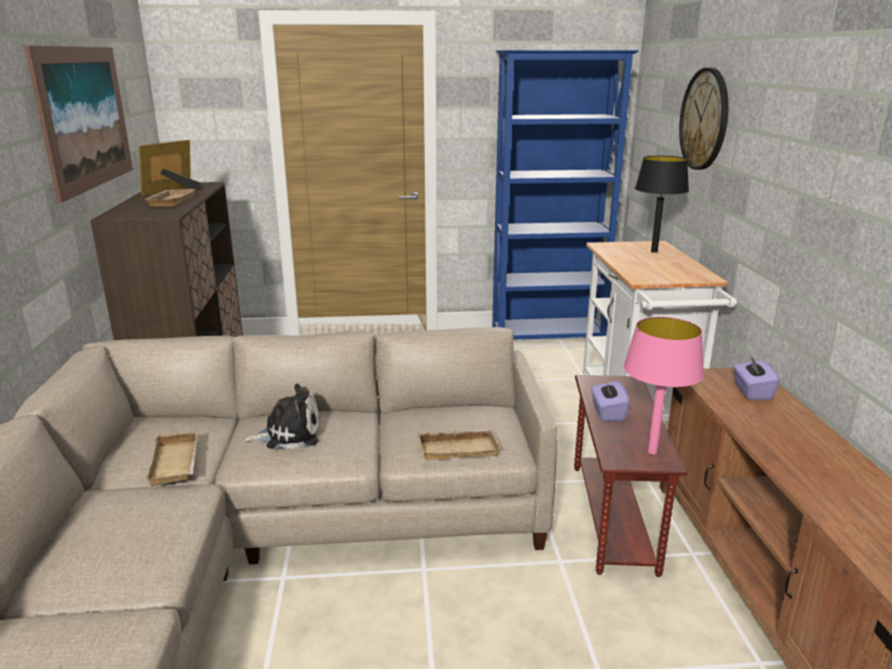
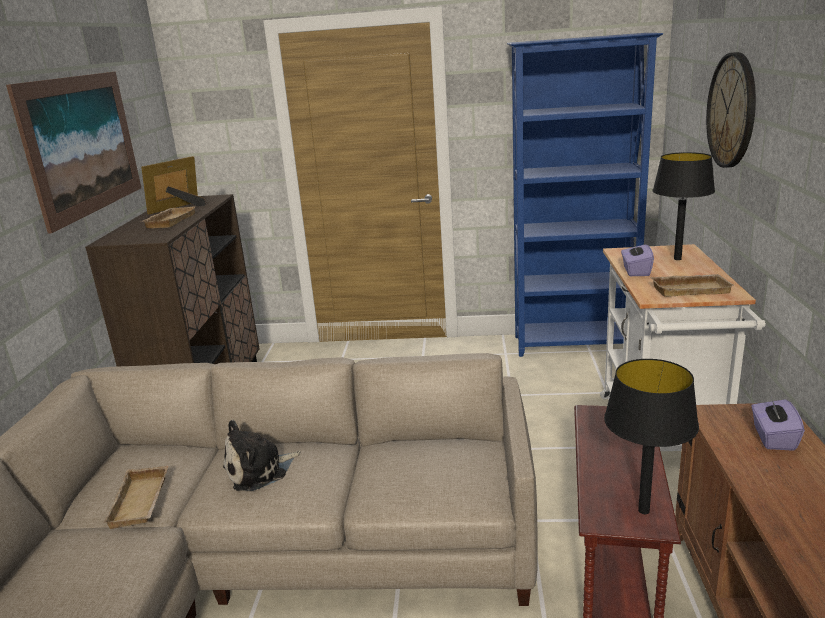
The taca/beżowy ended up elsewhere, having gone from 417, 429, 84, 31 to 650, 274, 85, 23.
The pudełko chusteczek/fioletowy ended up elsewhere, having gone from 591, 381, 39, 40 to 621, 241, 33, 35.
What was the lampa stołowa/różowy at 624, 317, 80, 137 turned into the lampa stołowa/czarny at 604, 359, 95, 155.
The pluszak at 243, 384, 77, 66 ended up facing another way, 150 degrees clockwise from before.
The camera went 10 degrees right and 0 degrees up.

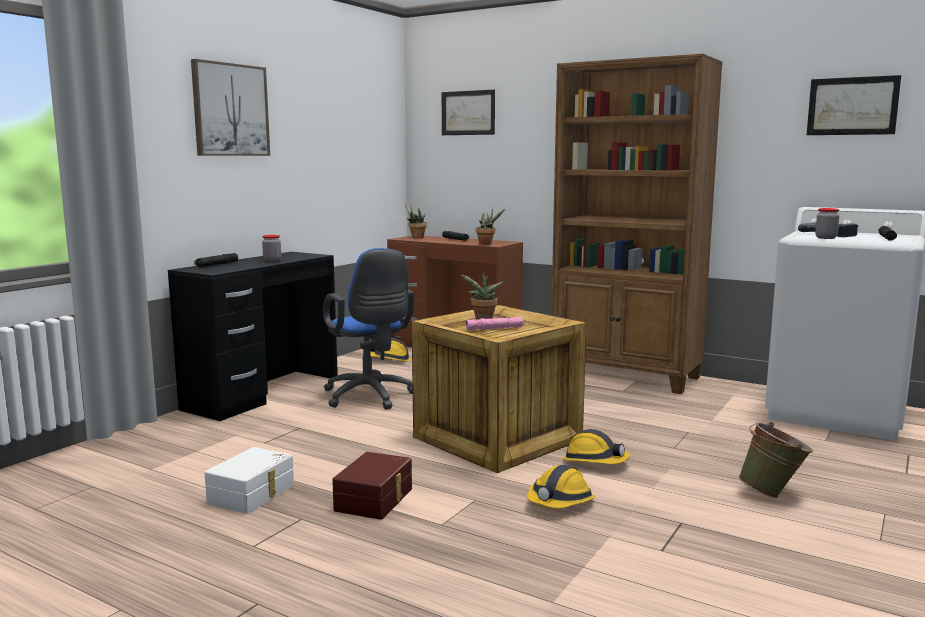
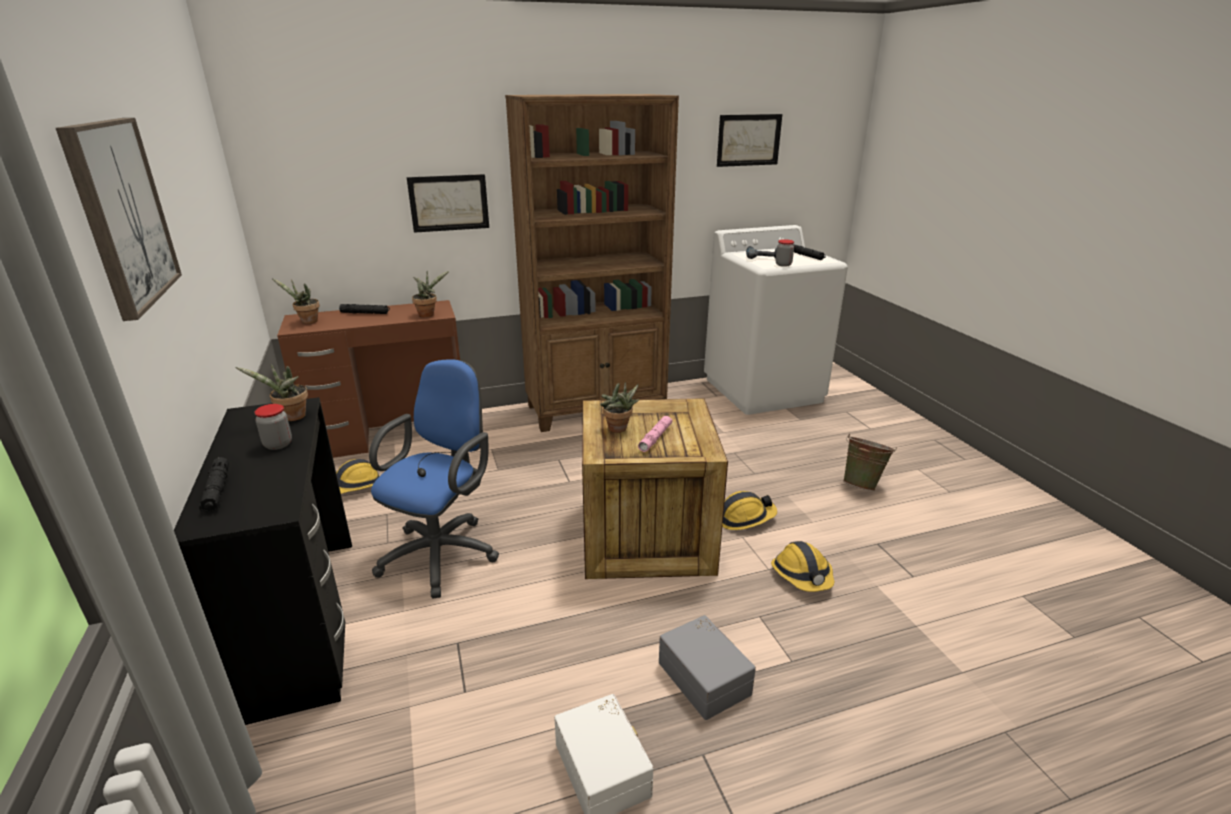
The second view gained the roślina doniczkowa at 235, 364, 73, 57.
The obraz ended up elsewhere, having gone from 442, 90, 53, 45 to 407, 174, 82, 59.
What was the pojemnik do przechowywania/brązowy at 332, 452, 80, 68 turned into the pojemnik do przechowywania/szary at 659, 615, 97, 105.
The krzesło biurowe/niebieski at 323, 248, 91, 162 ended up facing another way, 75 degrees counterclockwise from before.
The camera went 50 degrees left and 15 degrees up.

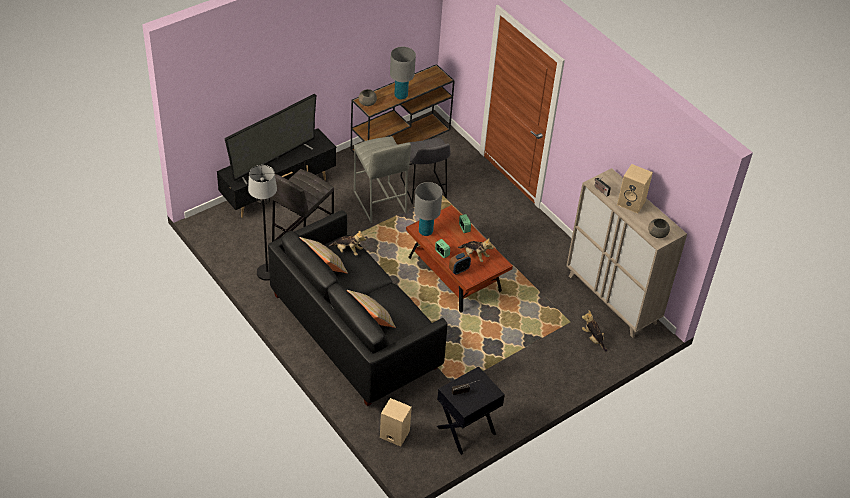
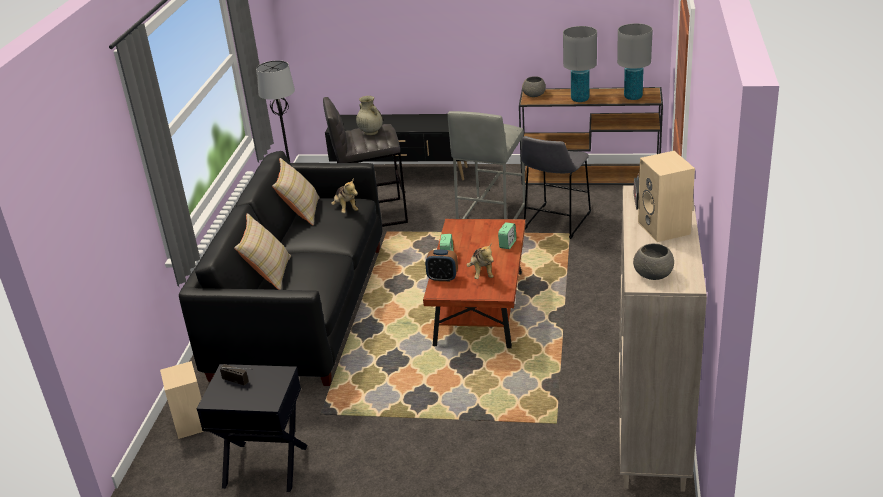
The second view lost the telewizor at 225, 94, 91, 91.
The second view lost the pluszak at 582, 310, 25, 42.
The second view gained the wazon/beżowy at 356, 96, 27, 39.
The lampa stołowa/szary ended up elsewhere, having gone from 414, 182, 28, 54 to 617, 23, 36, 77.
The camera went 50 degrees right and 15 degrees down.

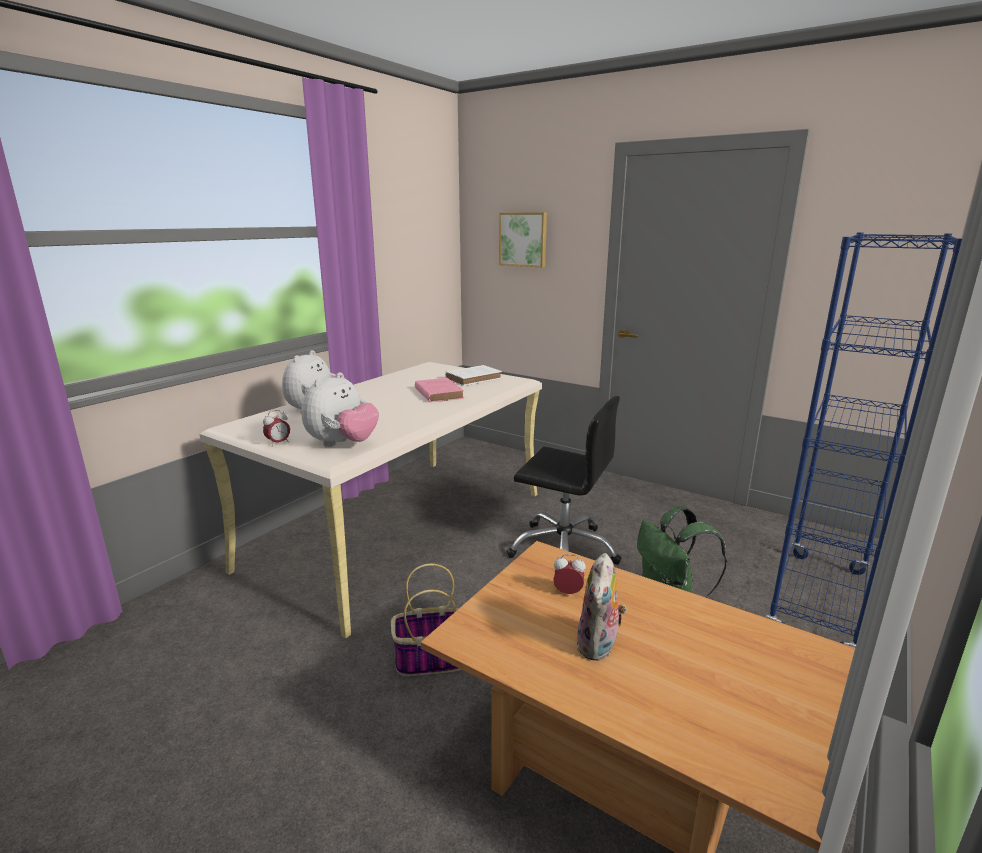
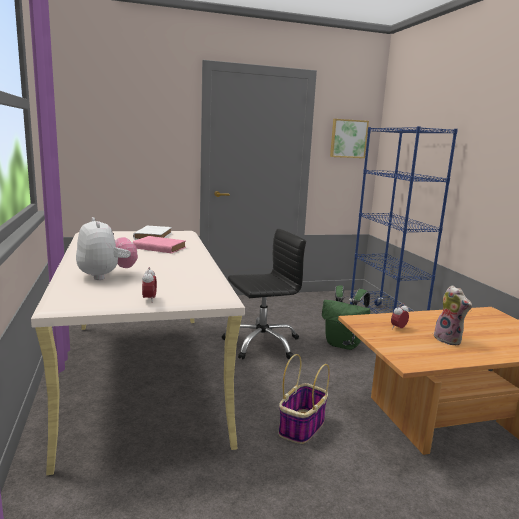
The second view lost the pluszak at 301, 372, 78, 75.
The obraz ended up elsewhere, having gone from 499, 212, 48, 55 to 330, 119, 39, 39.
The camera went 50 degrees left and 5 degrees down.

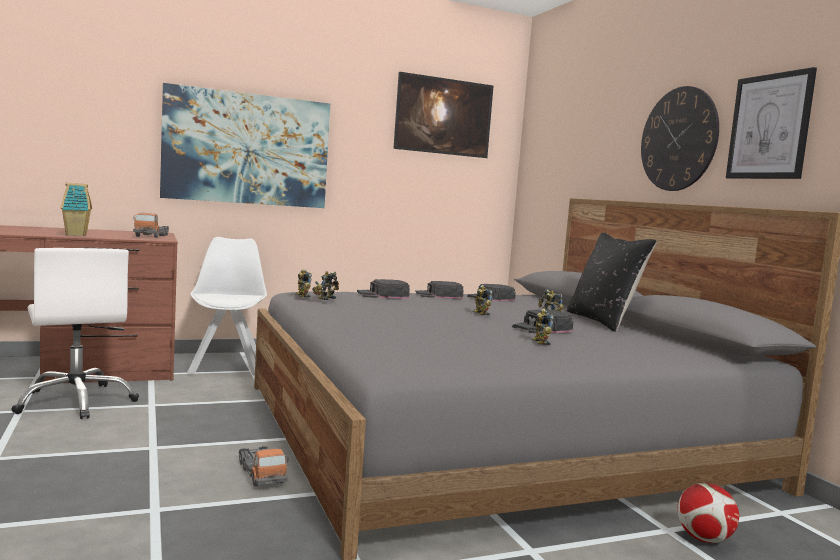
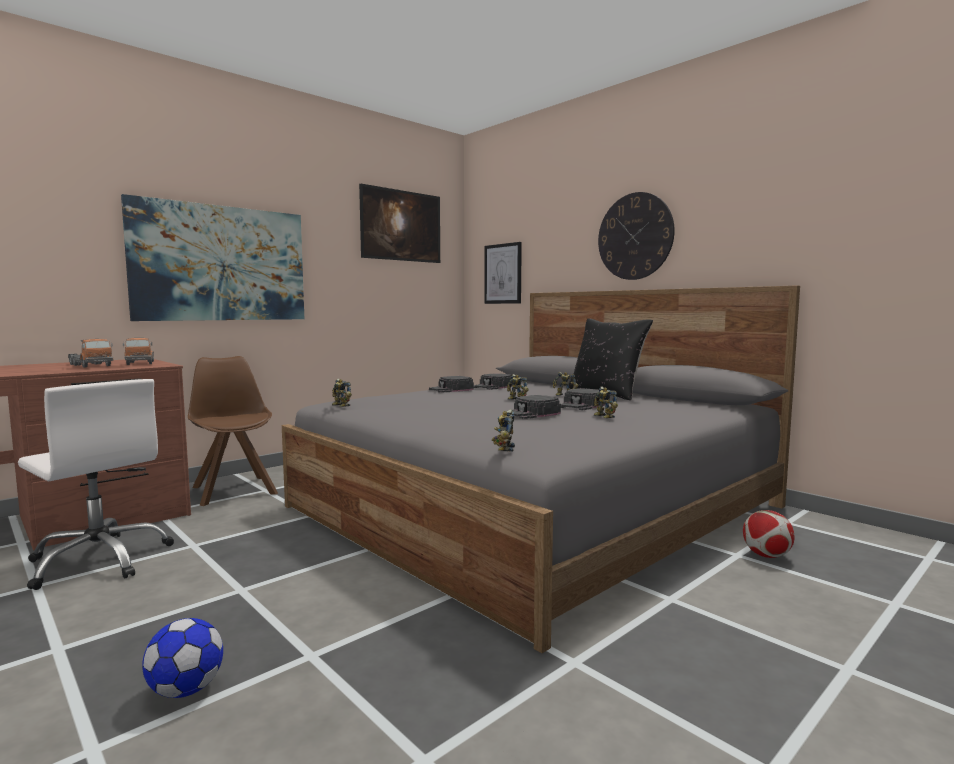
The second view lost the domek at 61, 183, 31, 53.
The second view gained the piłka futbolowa at 142, 618, 81, 80.
The ciężarówka zabawkowa ended up elsewhere, having gone from 239, 446, 50, 40 to 68, 339, 45, 29.
The robot zabawkowy ended up elsewhere, having gone from 312, 271, 27, 29 to 492, 409, 23, 43.
The czapka z daszkiem/czarny ended up elsewhere, having gone from 357, 279, 53, 20 to 512, 395, 49, 24.
The obraz ended up elsewhere, having gone from 726, 67, 91, 112 to 484, 242, 38, 62.
What was the krzesło/biały at 187, 237, 80, 139 turned into the krzesło/brązowy at 188, 356, 90, 150.
The camera went 20 degrees left and 0 degrees up.

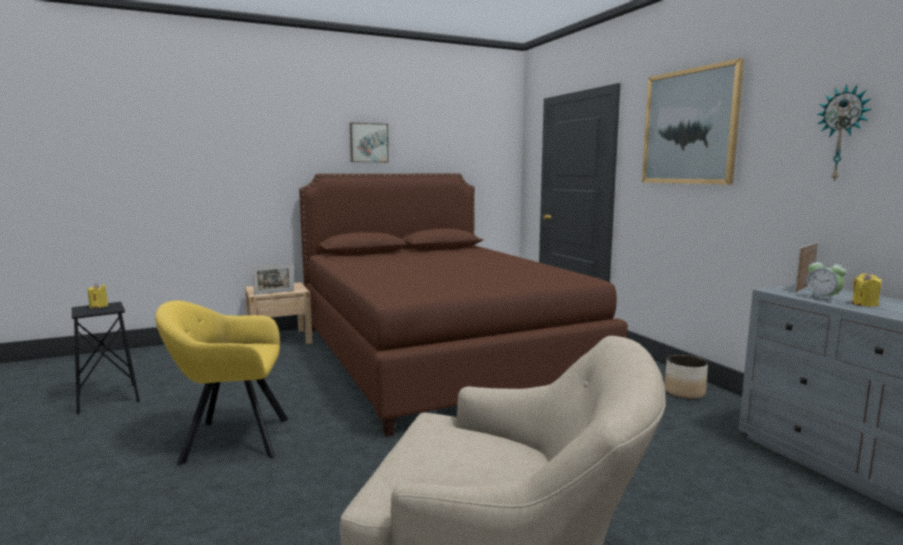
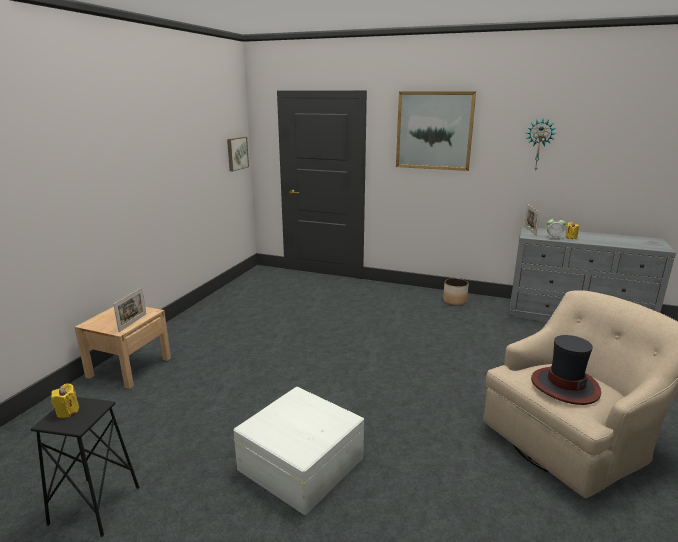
The second view lost the łóżko/brązowy at 299, 174, 329, 263.
The second view gained the kapelusz at 531, 335, 70, 70.
The obraz ended up elsewhere, having gone from 350, 123, 39, 39 to 227, 137, 22, 34.
Where the fotel/żółty stood at 155, 300, 133, 166, the pojemnik do przechowywania/biały came to stand at 234, 387, 130, 128.
The camera went 45 degrees left and 10 degrees up.

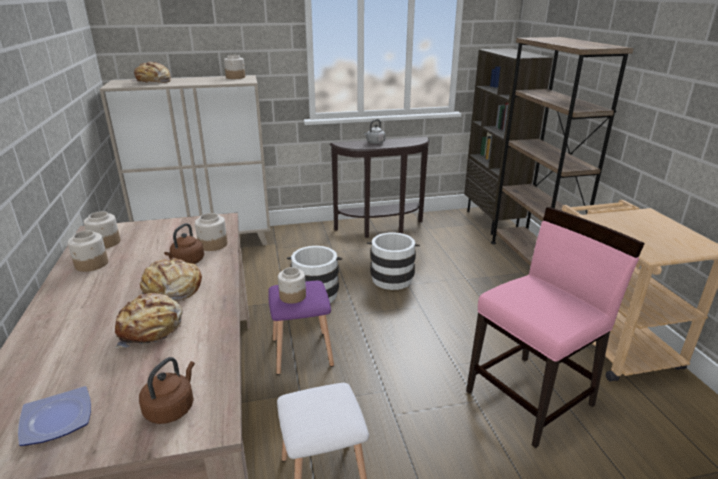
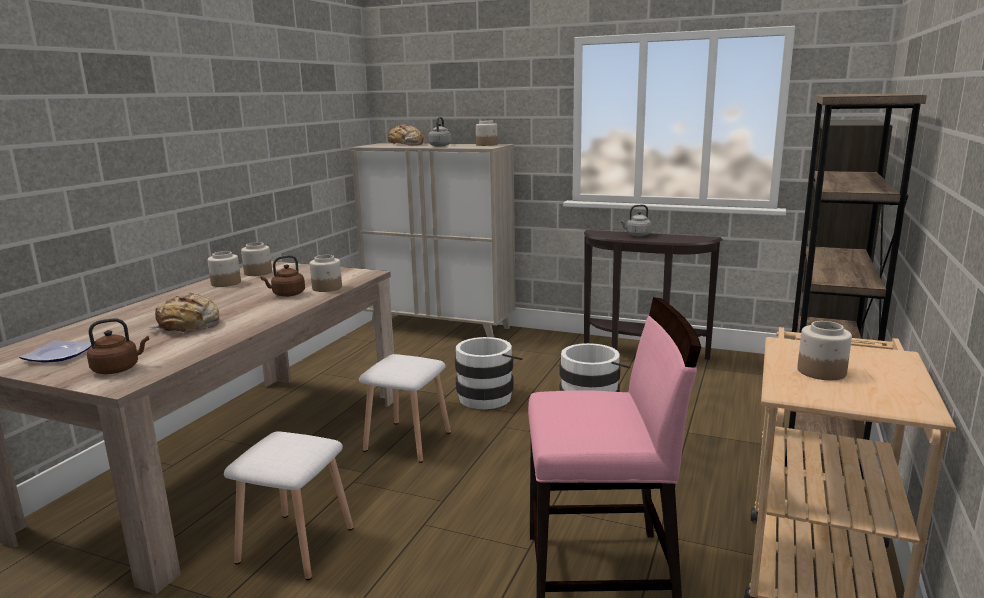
The second view lost the chleb at 140, 258, 62, 43.
The second view gained the czajnik/szary at 428, 117, 23, 29.
The słoik ended up elsewhere, having gone from 278, 267, 28, 37 to 797, 321, 55, 59.
What was the stołek/fioletowy at 268, 281, 66, 94 turned into the stołek/biały at 359, 354, 92, 109.
The camera went 35 degrees right and 10 degrees down.

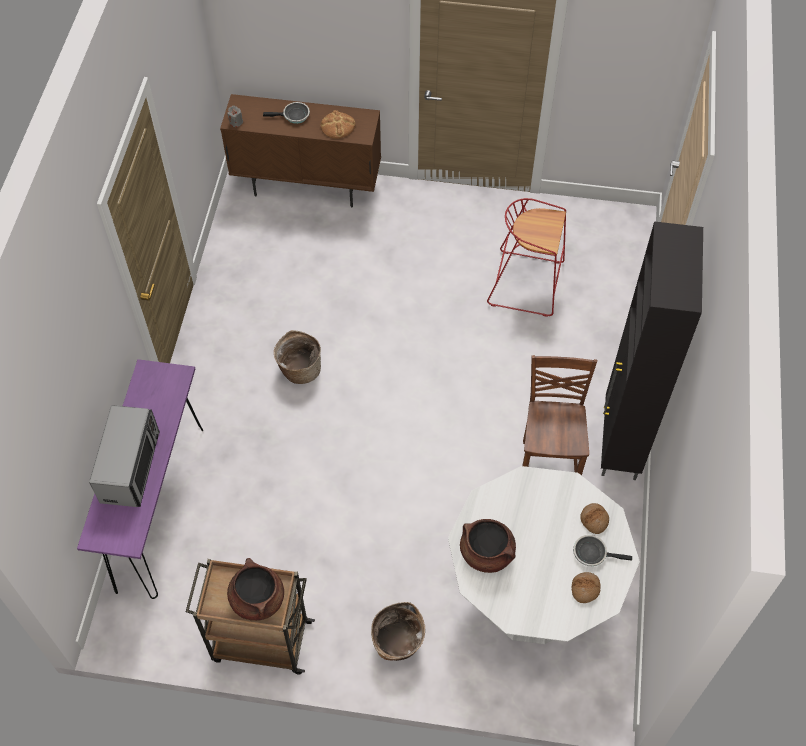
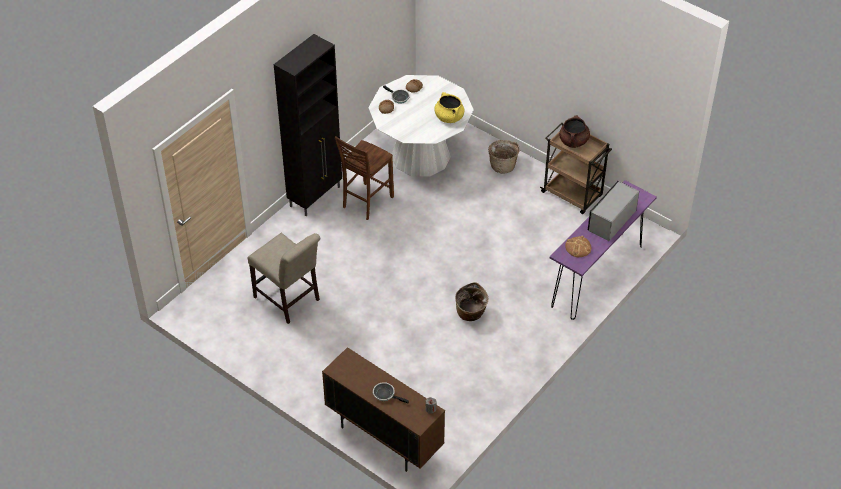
The chleb ended up elsewhere, having gone from 321, 110, 34, 29 to 565, 236, 26, 21.
Where the stołek/czerwony stood at 487, 198, 79, 119, the krzesło/beżowy came to stand at 248, 232, 72, 92.
What was the garnek/brązowy at 460, 519, 56, 54 turned into the garnek/żółty at 434, 92, 31, 31.
The camera went 150 degrees left and 10 degrees down.

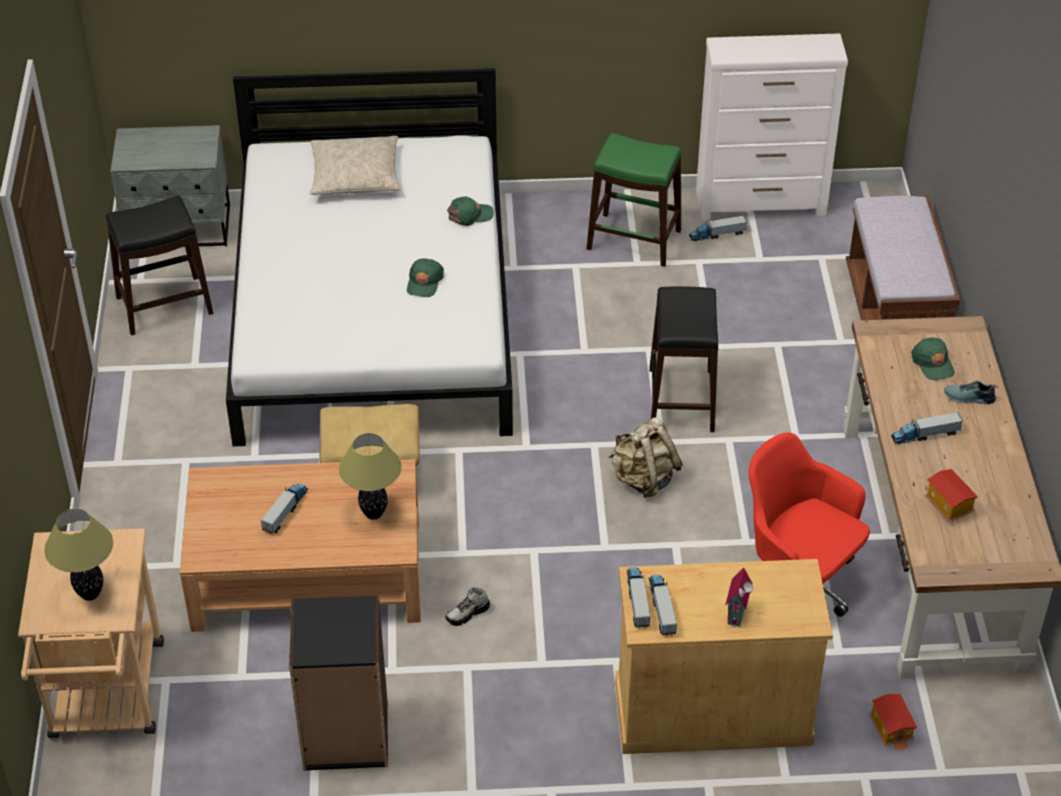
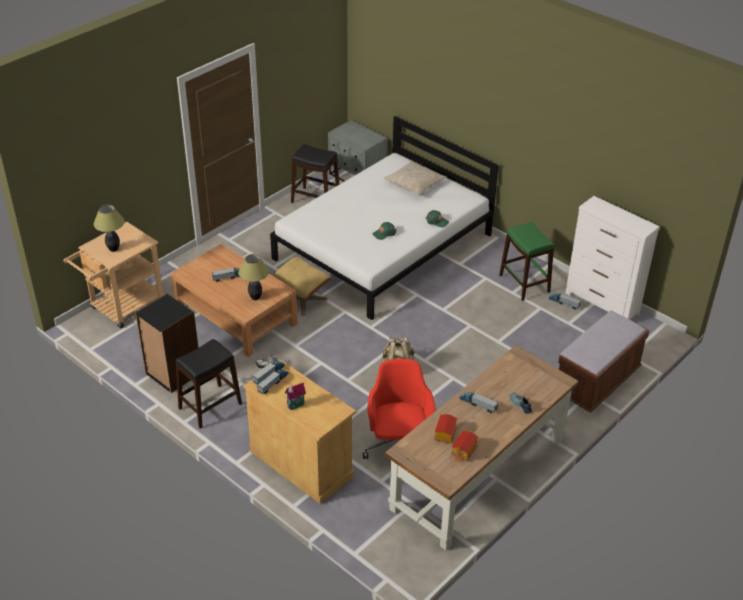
The second view lost the czapka z daszkiem/zielony at 911, 338, 44, 42.
The stołek/czarny ended up elsewhere, having gone from 649, 286, 69, 146 to 175, 339, 67, 90.
The domek ended up elsewhere, having gone from 869, 693, 48, 58 to 451, 431, 27, 32.
The camera went 45 degrees right and 5 degrees down.

